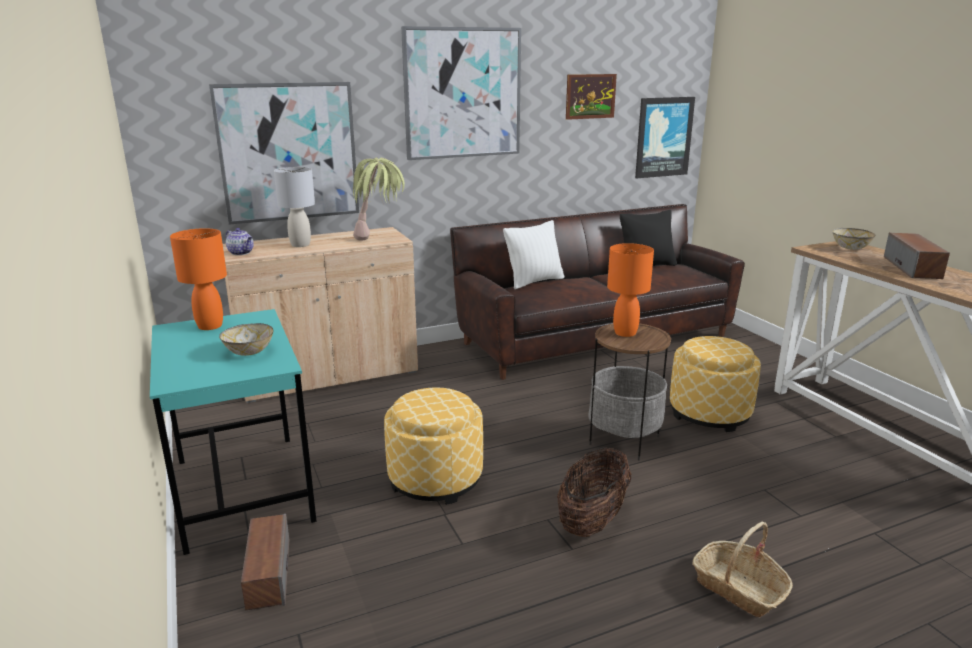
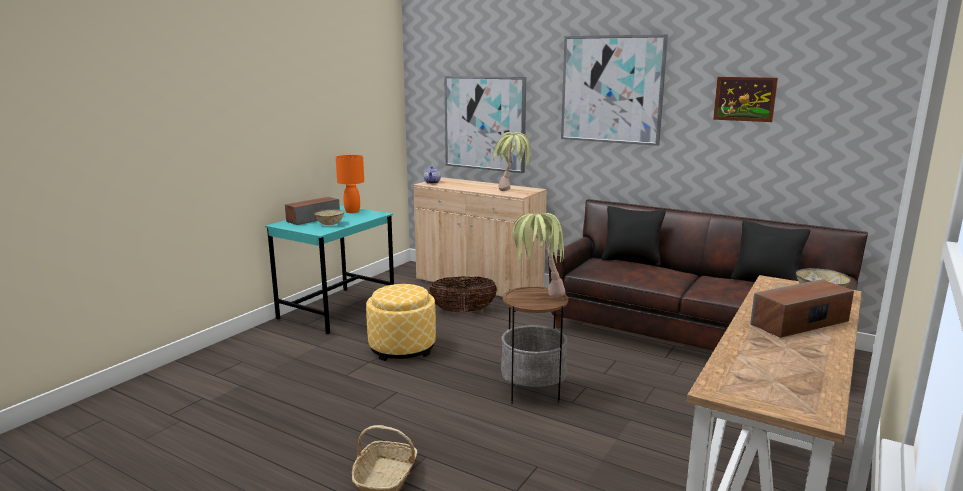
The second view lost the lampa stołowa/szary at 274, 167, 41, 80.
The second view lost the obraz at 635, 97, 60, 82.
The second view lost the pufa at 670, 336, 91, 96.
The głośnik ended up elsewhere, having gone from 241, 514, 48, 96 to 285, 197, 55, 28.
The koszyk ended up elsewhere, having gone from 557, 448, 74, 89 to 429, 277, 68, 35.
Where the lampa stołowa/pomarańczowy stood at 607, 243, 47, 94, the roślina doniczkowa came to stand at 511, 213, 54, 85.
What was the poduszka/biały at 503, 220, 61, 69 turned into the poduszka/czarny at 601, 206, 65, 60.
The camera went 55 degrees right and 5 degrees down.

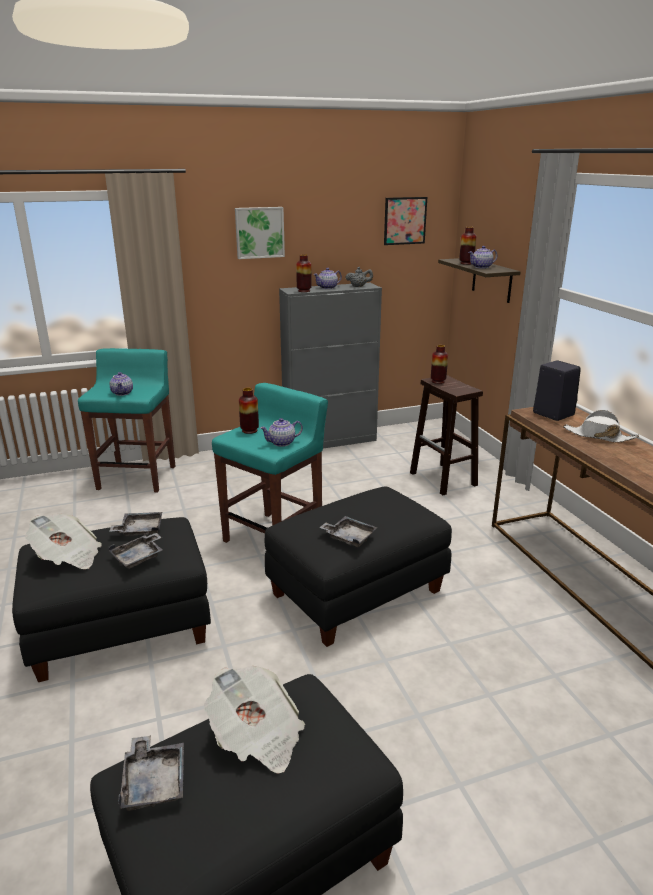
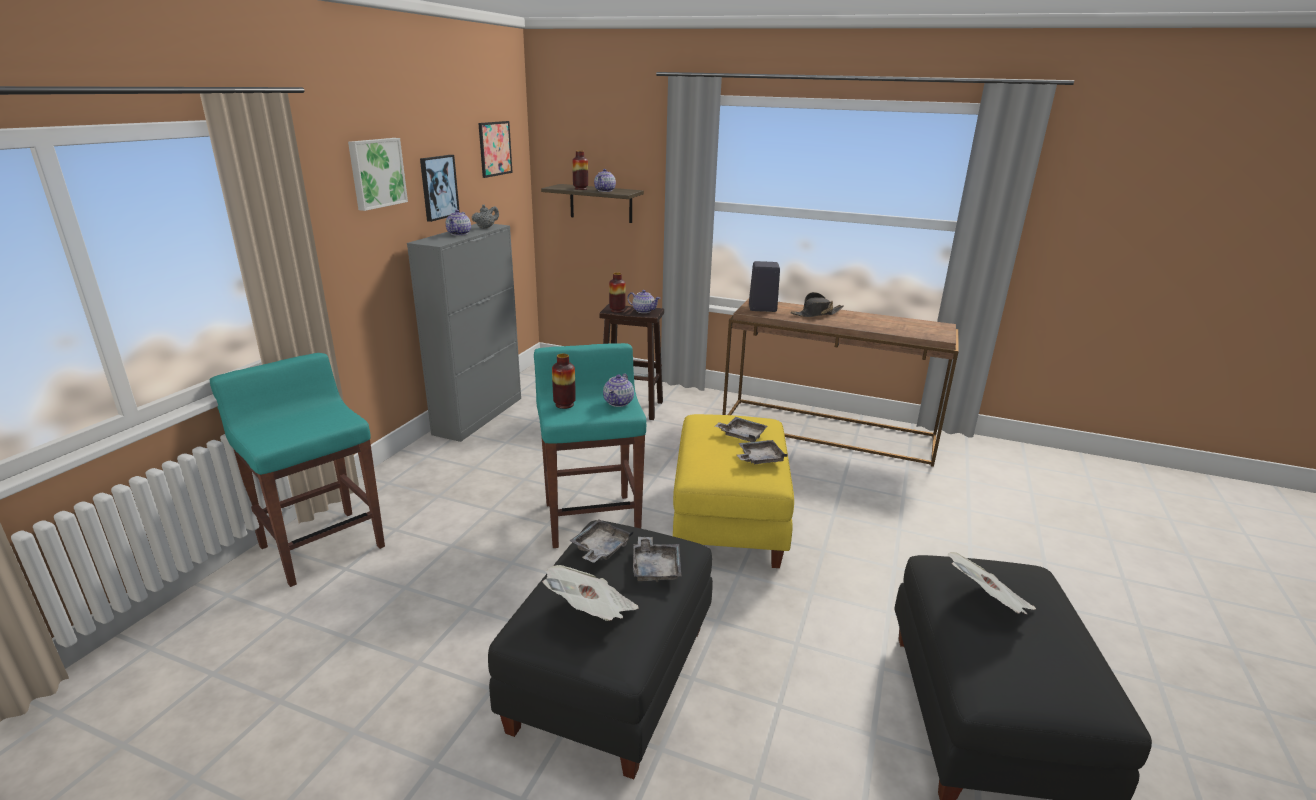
The second view lost the wazon at 296, 254, 16, 38.
The second view gained the obraz at 420, 155, 40, 67.
The imbryk ended up elsewhere, having gone from 109, 372, 24, 24 to 627, 290, 33, 23.
The taca/szary ended up elsewhere, having gone from 118, 735, 66, 76 to 715, 417, 53, 25.
What was the pufa/czarny at 265, 487, 187, 160 turned into the pufa/żółty at 673, 414, 121, 154.
What was the kapelusz/biały at 563, 410, 76, 33 turned into the kapelusz/czarny at 790, 292, 54, 25.
The camera went 50 degrees left and 0 degrees up.

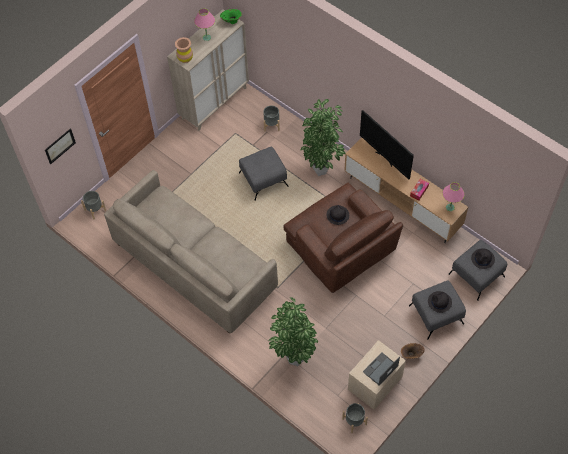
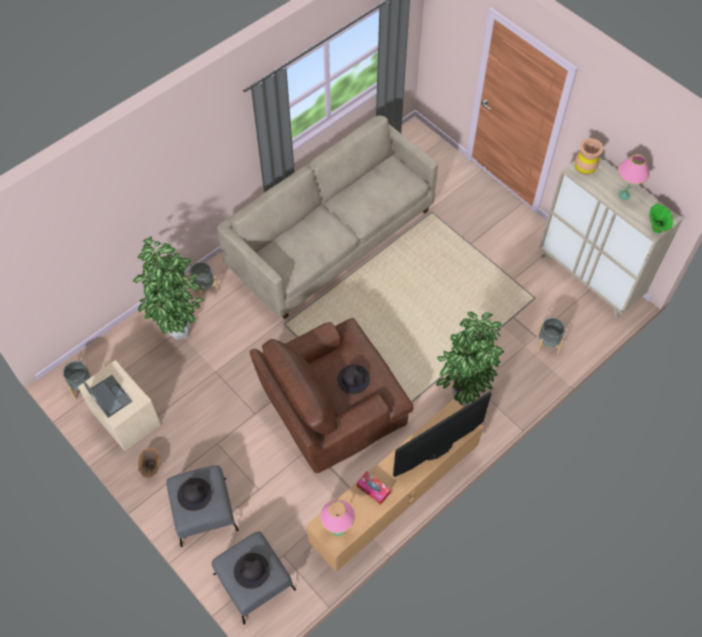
The second view lost the obraz at 45, 128, 31, 36.
The second view lost the pufa/szary at 239, 147, 50, 54.
The donica/szary ended up elsewhere, having gone from 81, 191, 25, 28 to 187, 262, 32, 37.
The camera went 95 degrees right and 0 degrees up.

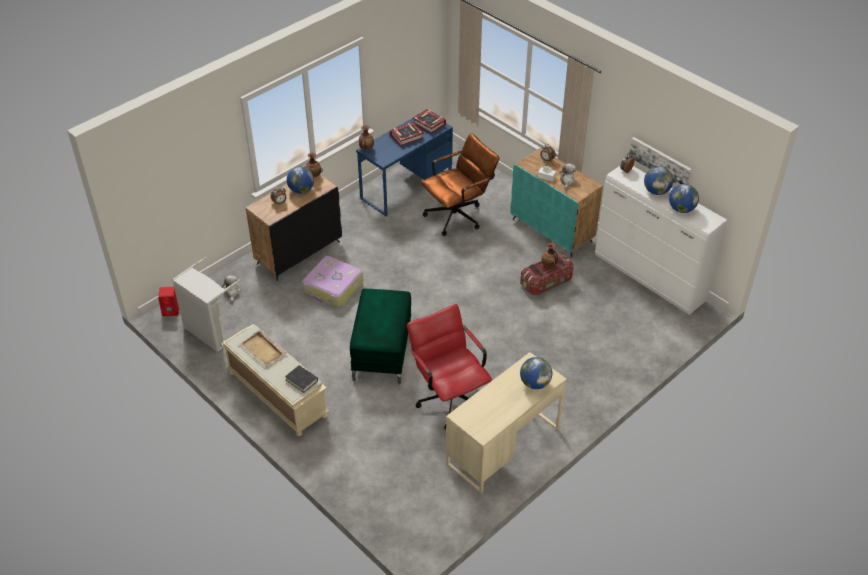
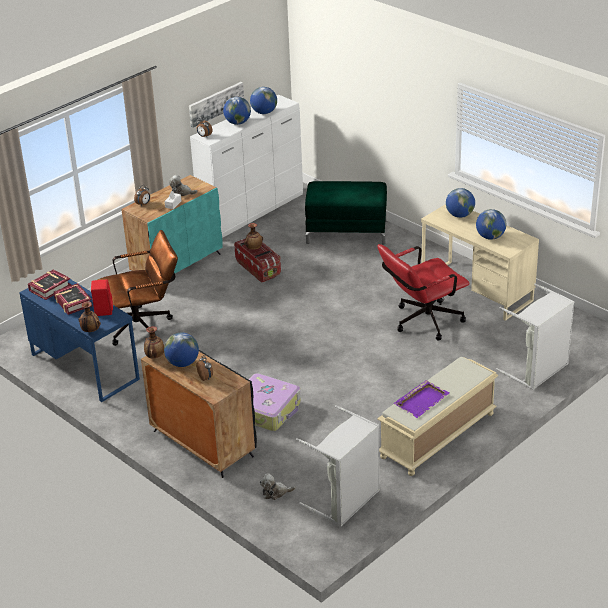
The second view lost the książka/czarny at 285, 365, 33, 28.
The second view gained the globus at 476, 209, 30, 31.
The second view gained the kosz na pranie/szary at 496, 283, 78, 107.
The głośnik/czerwony ended up elsewhere, having gone from 158, 287, 21, 29 to 91, 279, 22, 37.
The pufa/zielony ended up elsewhere, having gone from 350, 289, 61, 95 to 305, 181, 82, 64.
What was the taca/beżowy at 239, 330, 48, 37 turned into the taca/fioletowy at 394, 380, 55, 38.
The krzesło biurowe/brązowy at 421, 133, 78, 103 ended up facing another way, 105 degrees clockwise from before.
The camera went 90 degrees left and 10 degrees down.

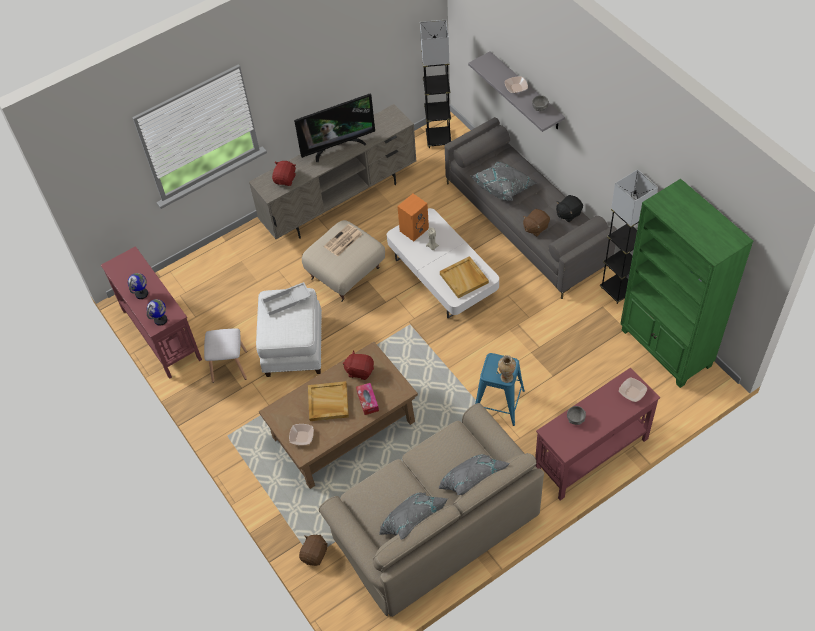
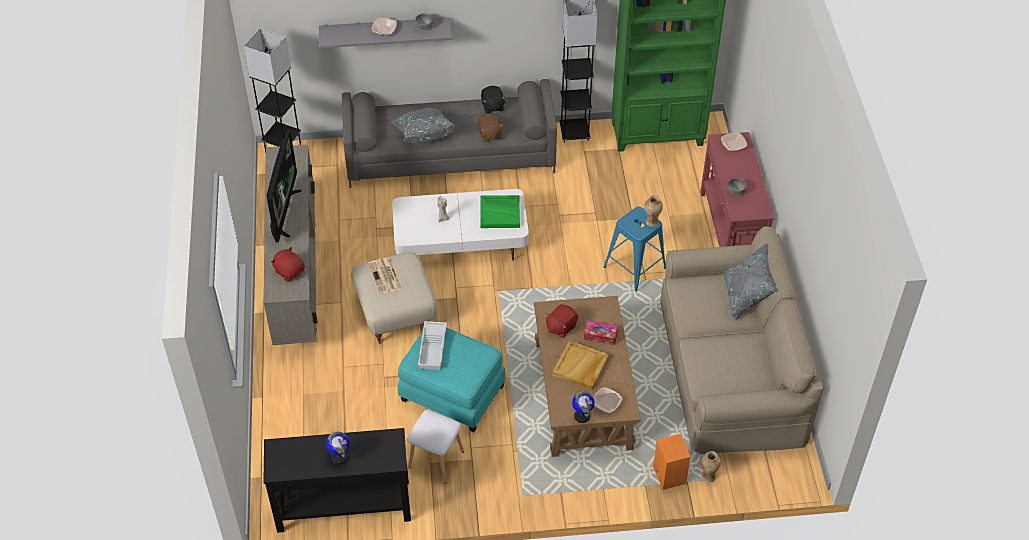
The second view lost the poduszka/szary at 379, 493, 69, 47.
The globus ended up elsewhere, having gone from 147, 299, 20, 27 to 572, 391, 23, 32.
The głośnik/pomarańczowy ended up elsewhere, having gone from 397, 194, 32, 47 to 653, 434, 38, 56.
Where the pluszak/brązowy stood at 299, 534, 29, 32, the wazon came to stand at 701, 451, 20, 31.
What was the stolik konsolowy/czerwony at 101, 246, 101, 133 turned into the stolik konsolowy/czarny at 263, 428, 148, 105.
What was the pufa/biały at 256, 288, 66, 89 turned into the pufa/turkusowy at 398, 328, 108, 104.
What was the taca/beżowy at 440, 256, 49, 42 turned into the taca/zielony at 480, 195, 40, 33.
The camera went 65 degrees left and 5 degrees down.

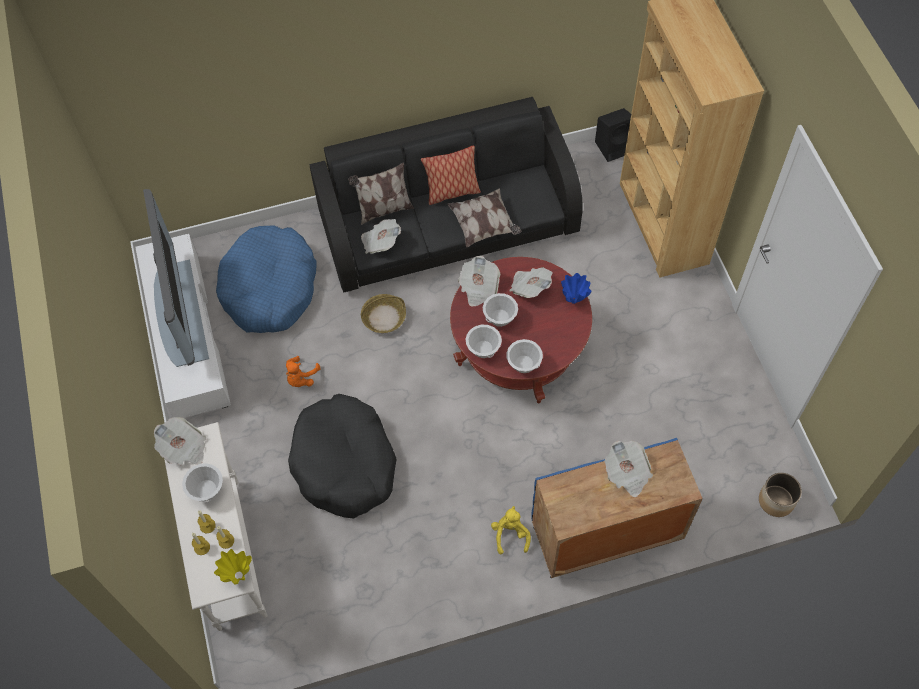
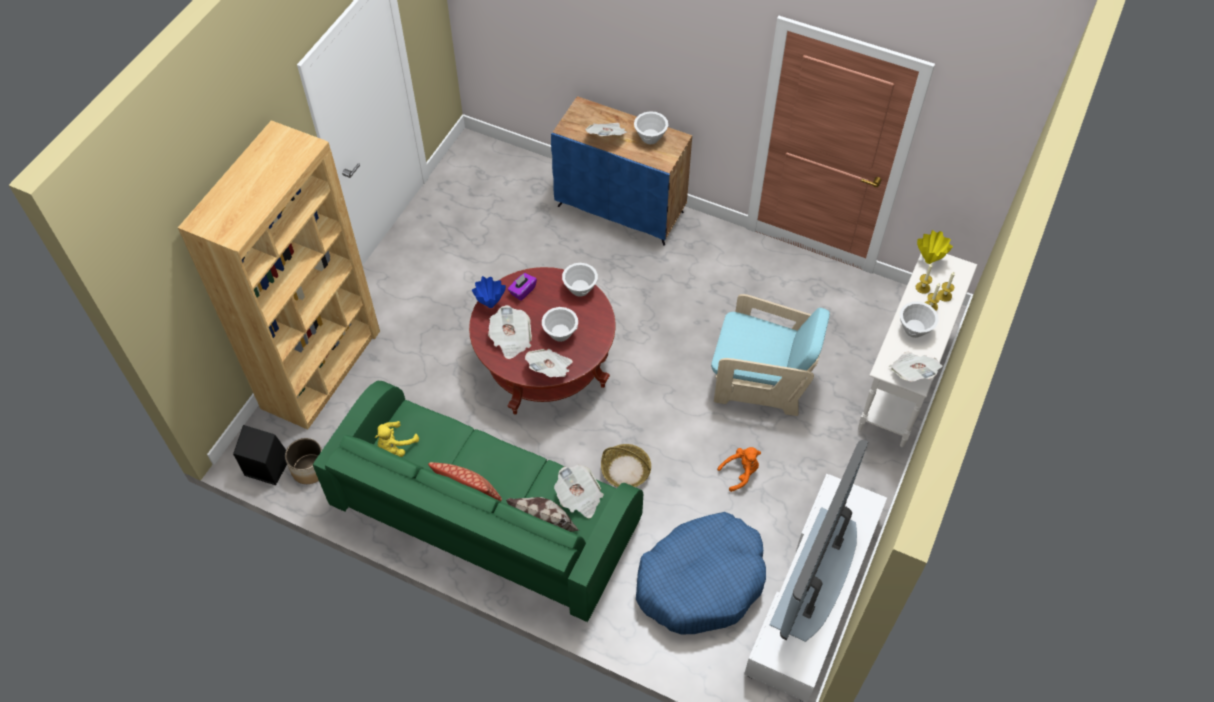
The second view lost the poduszka at 447, 188, 74, 59.
The second view gained the pudełko chusteczek/fioletowy at 508, 273, 29, 28.
The miska/biały ended up elsewhere, having gone from 466, 325, 36, 33 to 634, 111, 34, 33.
The pluszak/żółty ended up elsewhere, having gone from 491, 506, 40, 48 to 375, 421, 44, 36.
The donica ended up elsewhere, having gone from 759, 473, 43, 44 to 285, 438, 37, 46.
Where the legowisko/czarny stood at 288, 394, 109, 125, the fotel/turkusowy came to stand at 711, 294, 119, 122.
What was the kanapa/czarny at 309, 97, 274, 196 turned into the kanapa/zielony at 313, 381, 330, 241.
The camera went 140 degrees left and 5 degrees down.

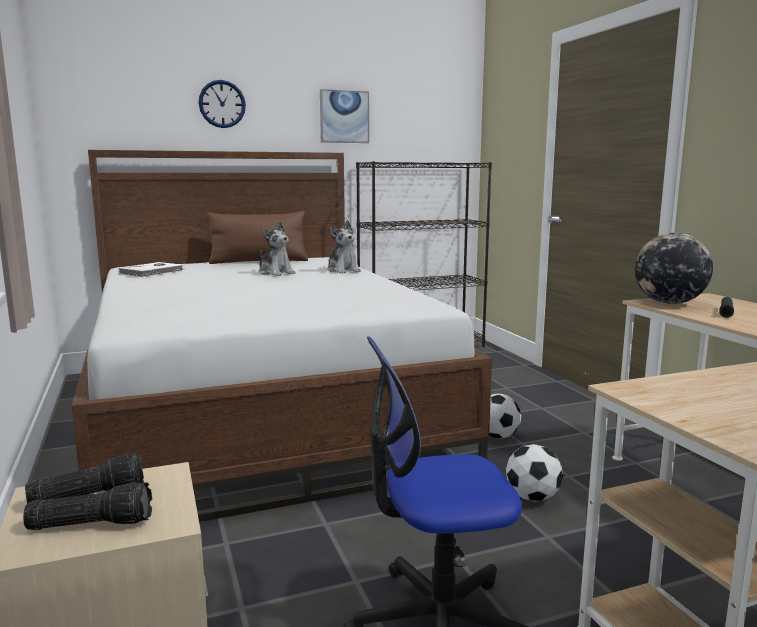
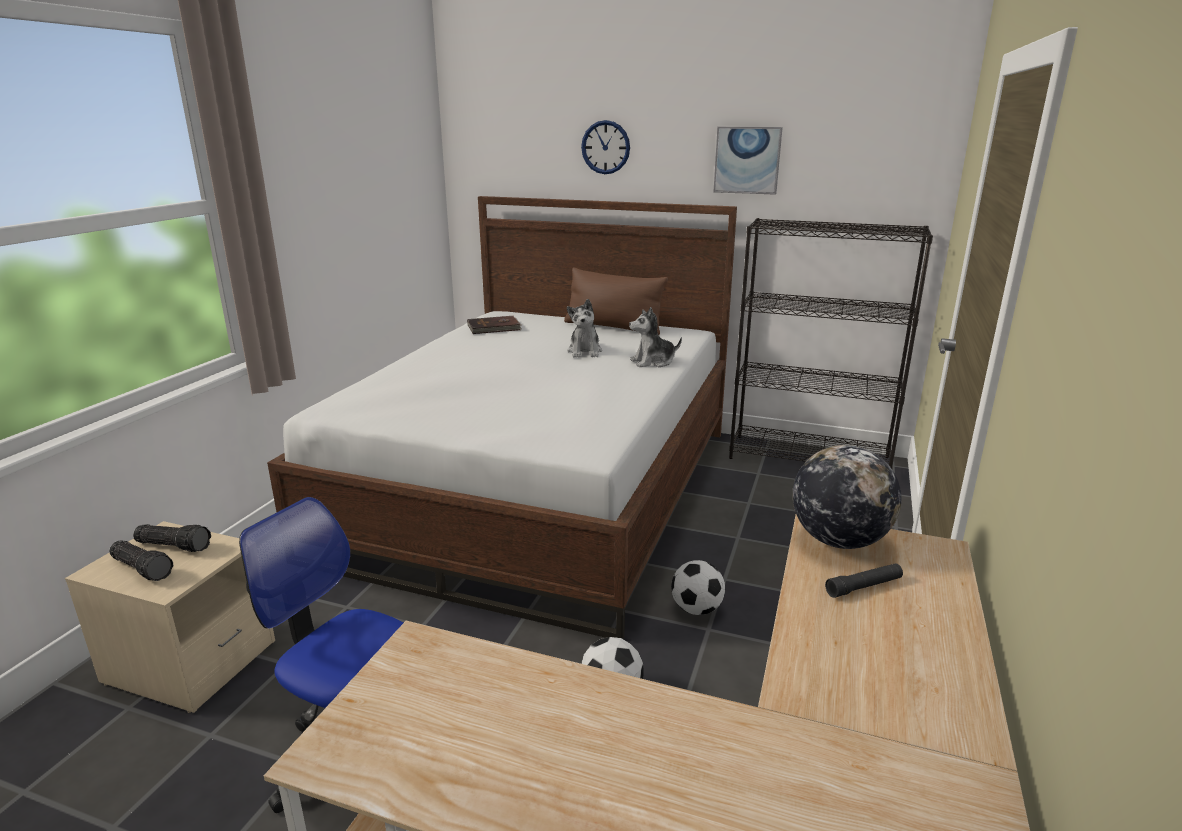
What was the książka/biały at 119, 262, 65, 15 turned into the książka/brązowy at 467, 316, 55, 18.
The pluszak at 327, 220, 34, 53 ended up facing another way, 60 degrees clockwise from before.
The camera went 40 degrees right and 10 degrees up.

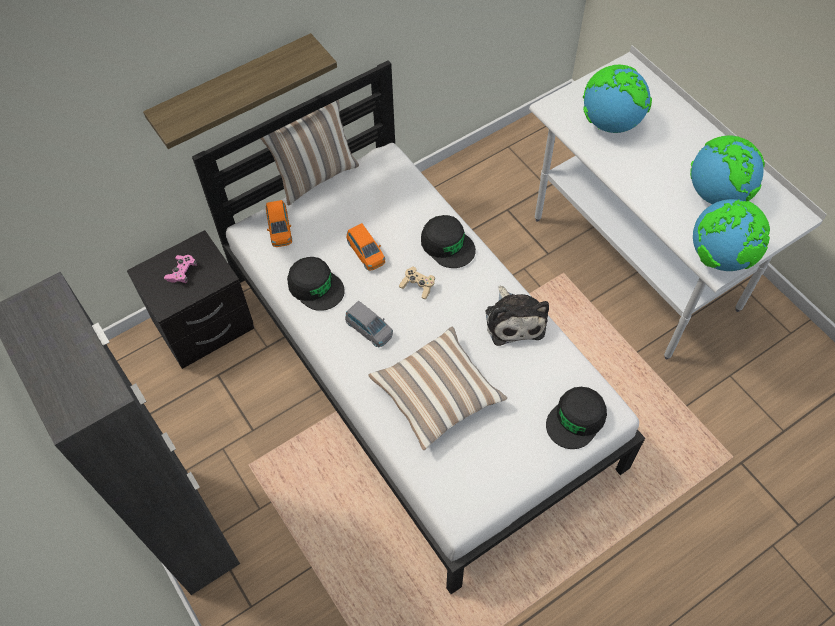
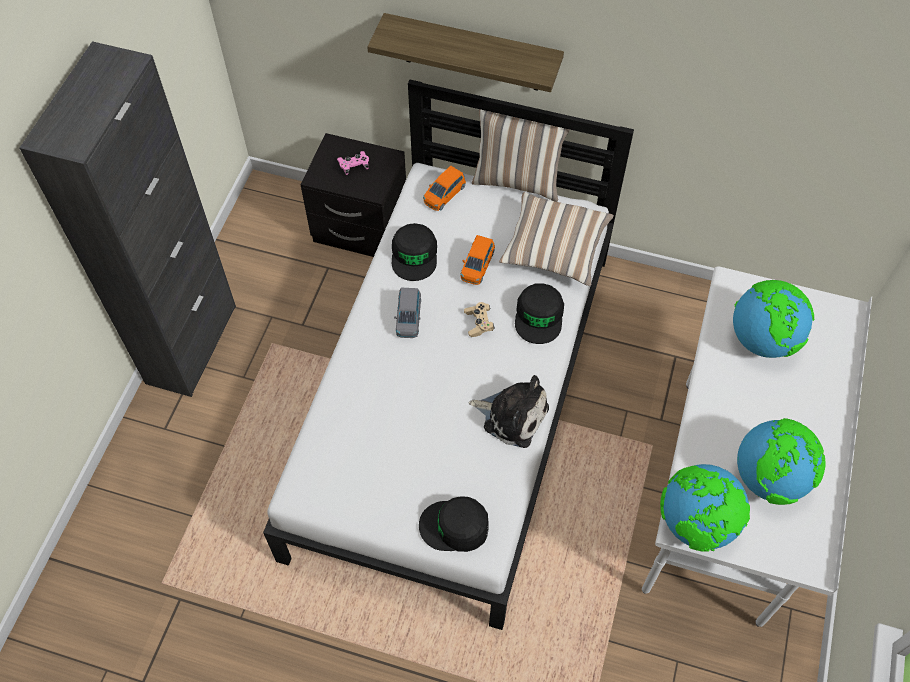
The poduszka ended up elsewhere, having gone from 368, 327, 139, 123 to 499, 192, 115, 94.
The pluszak at 486, 286, 63, 60 ended up facing another way, 105 degrees counterclockwise from before.
The camera went 50 degrees right and 0 degrees up.

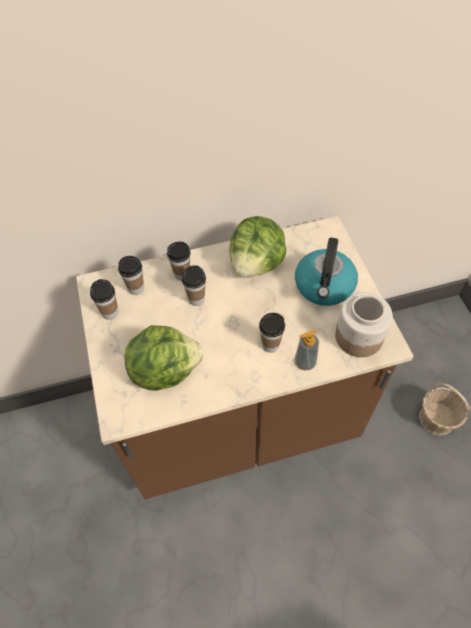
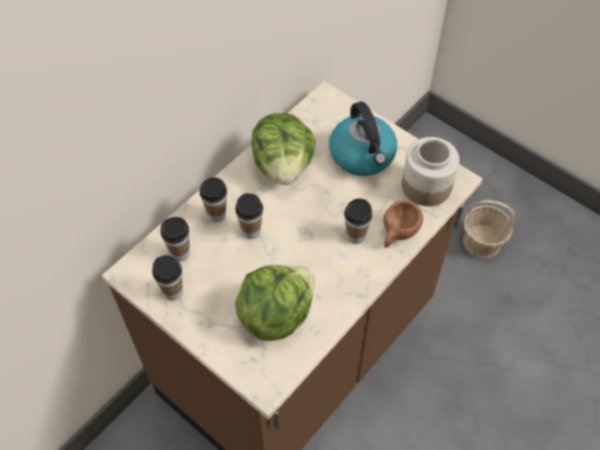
Where the dozownik mydła stood at 295, 330, 24, 41, the filiżanka/brązowy came to stand at 383, 201, 40, 47.
The camera went 35 degrees left and 0 degrees up.

